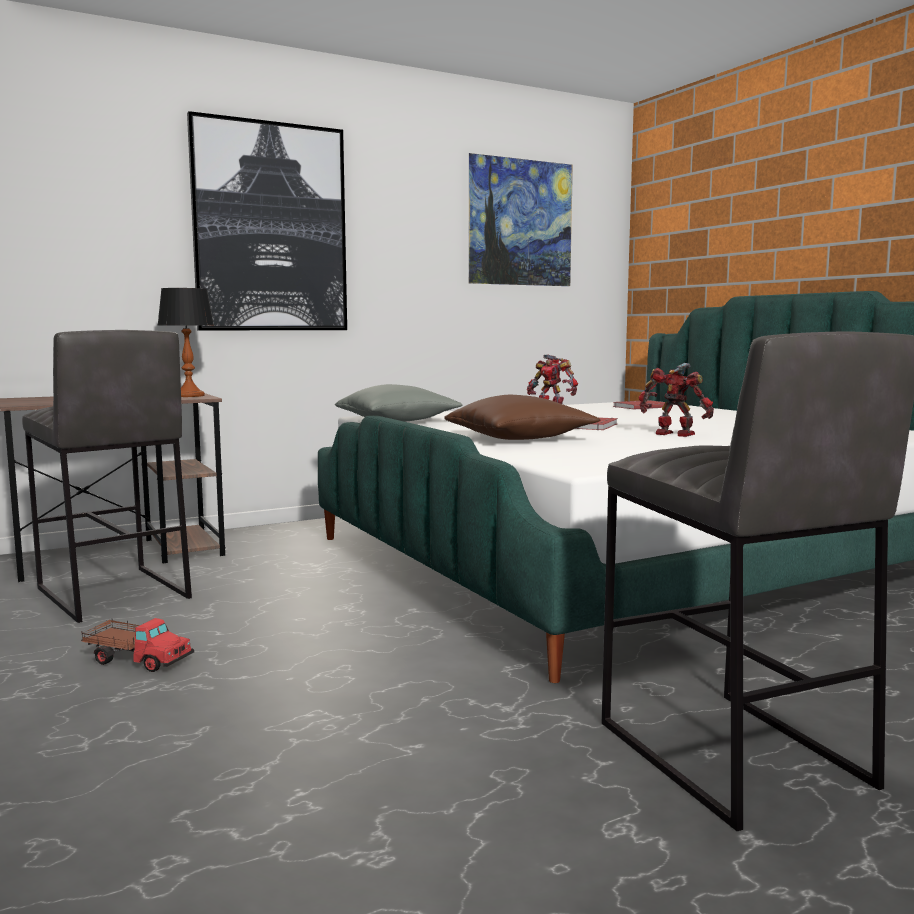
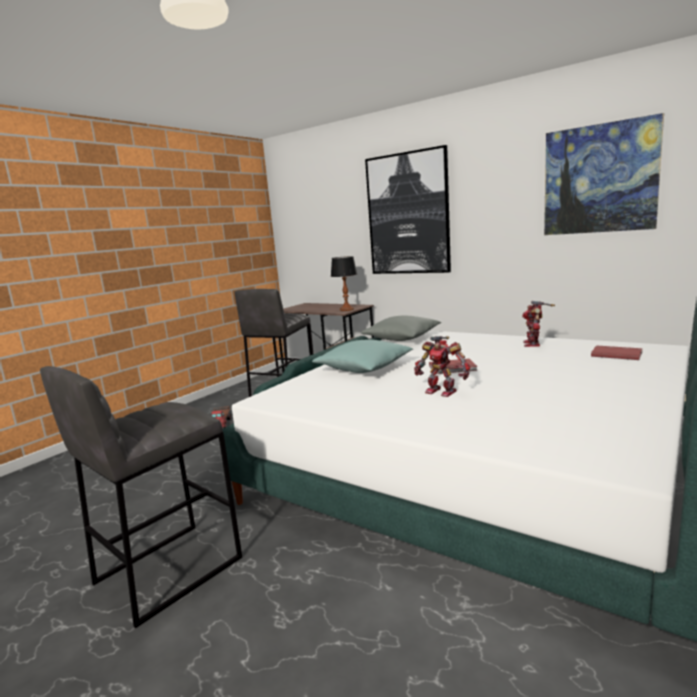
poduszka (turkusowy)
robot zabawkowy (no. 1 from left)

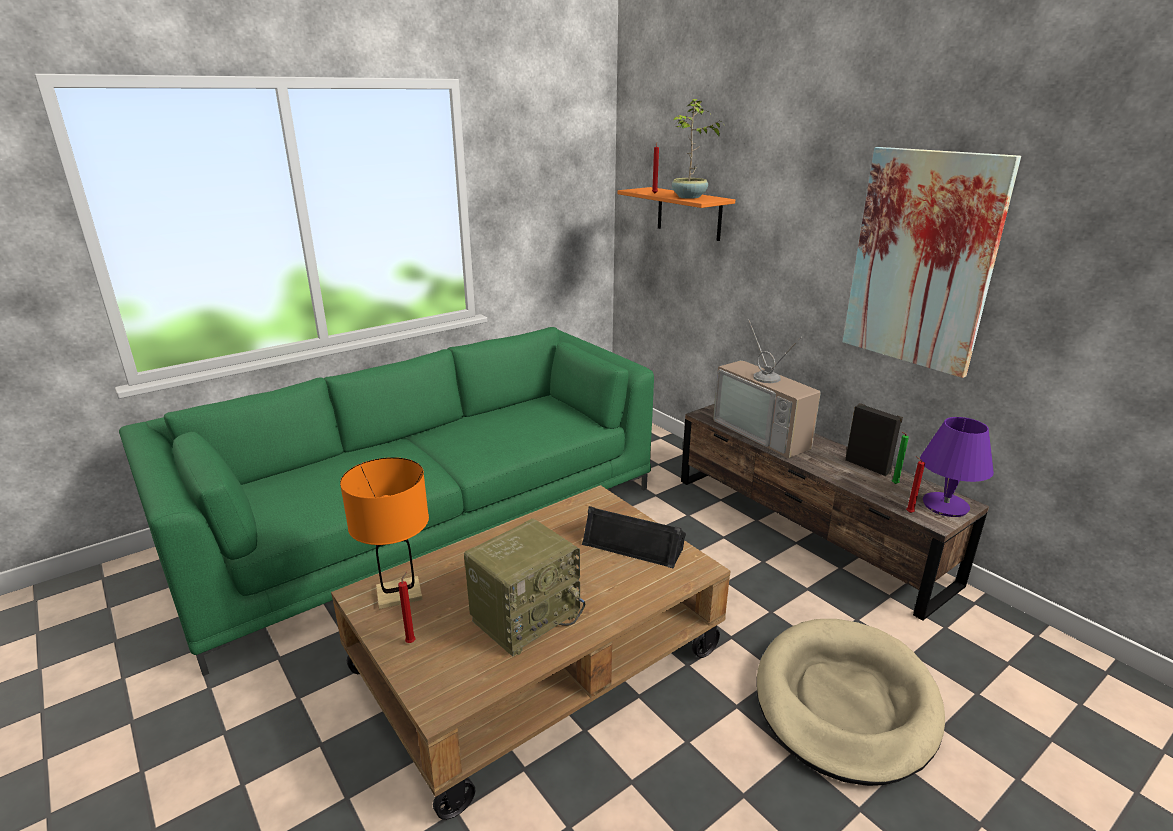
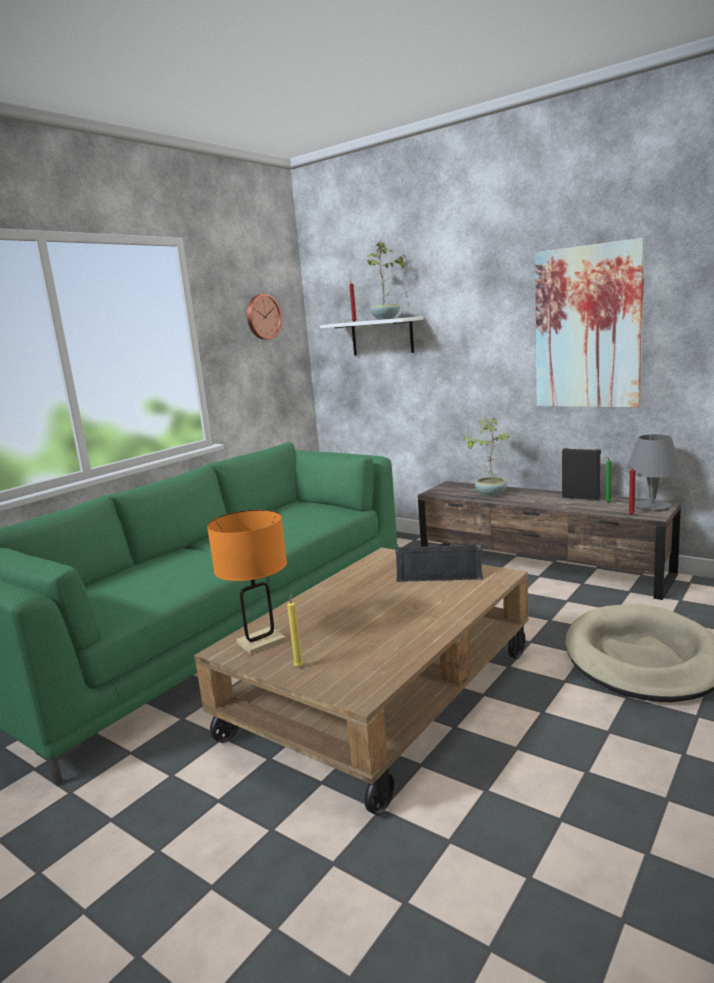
zegar ścienny
świeca (żółty)
półka (biały)
roślina doniczkowa (no. 2 from left)
lampa stołowa (szary)
radio

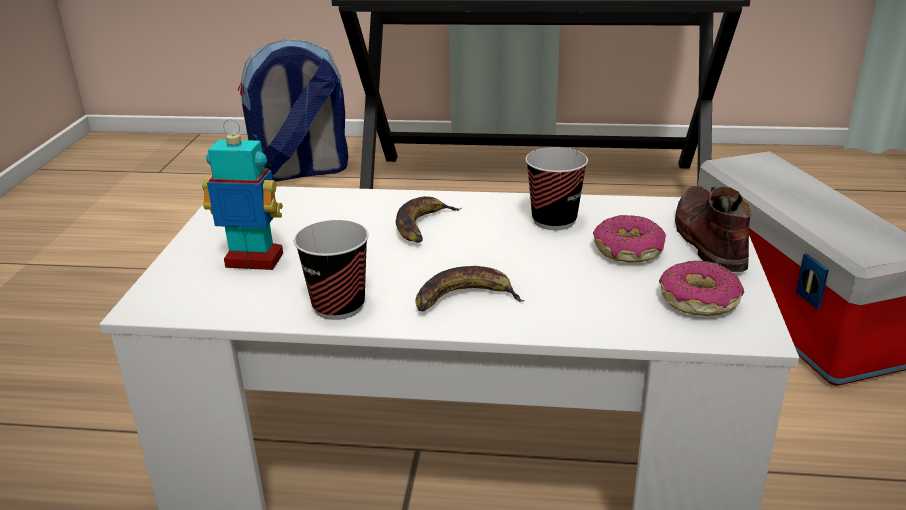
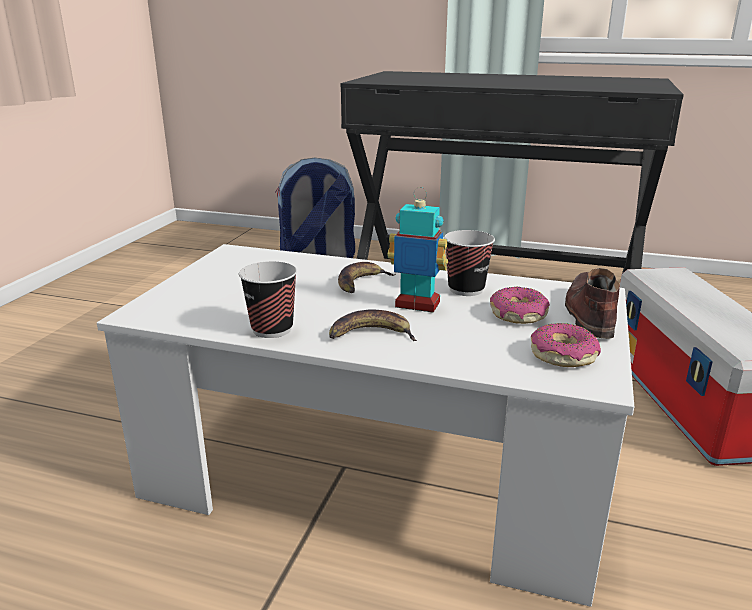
robot zabawkowy

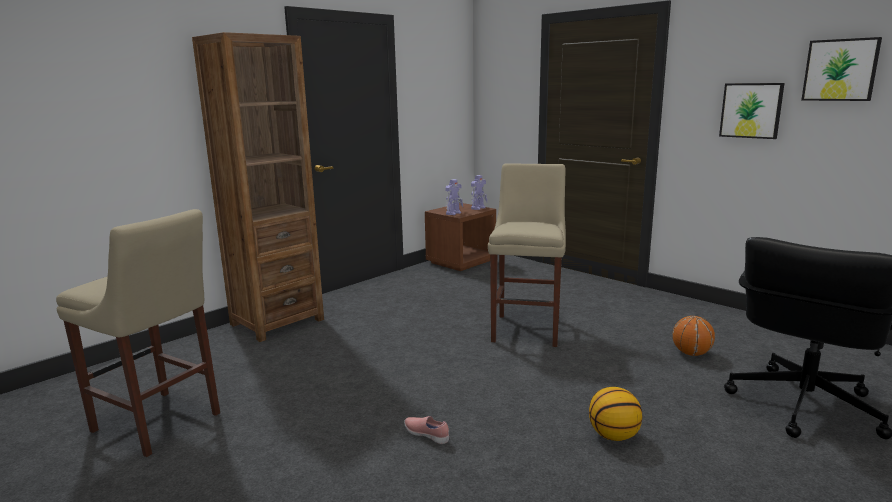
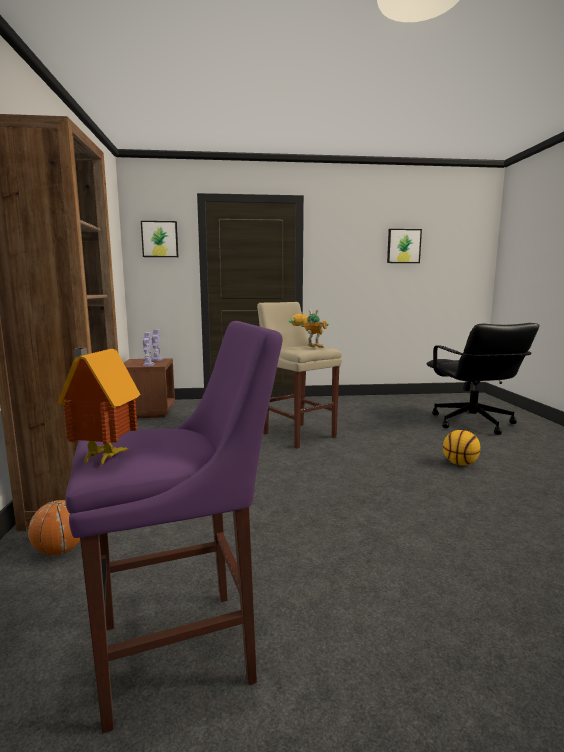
piłka do koszykówki (no. 1 from left)
domek
stołek (fioletowy)
obraz (no. 1 from left)
robot zabawkowy (no. 3 from left)
but (różowy)

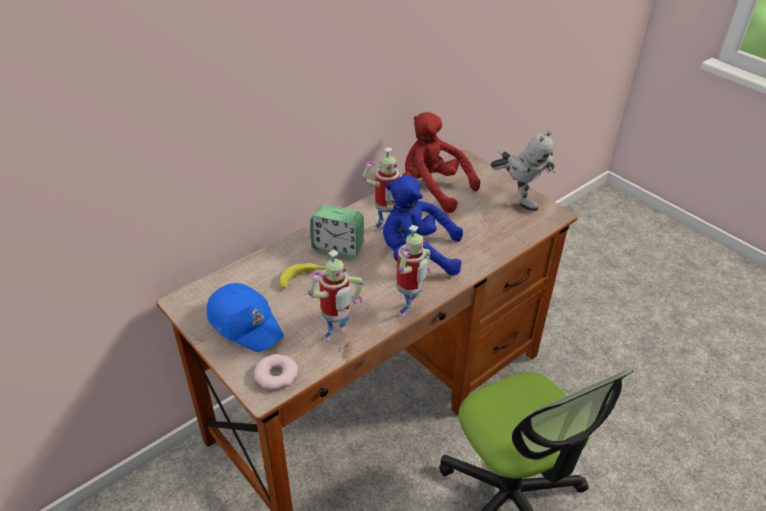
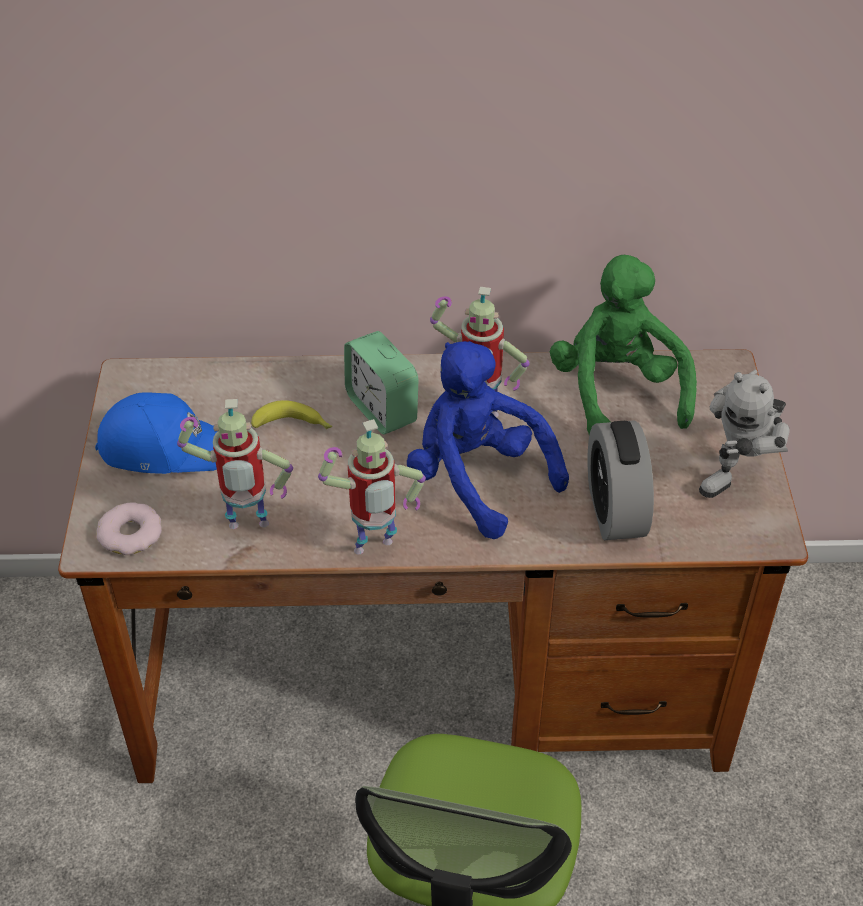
czapka z daszkiem (niebieski)
pluszak (zielony)
budzik (no. 2 from left)
robot zabawkowy (no. 4 from left)

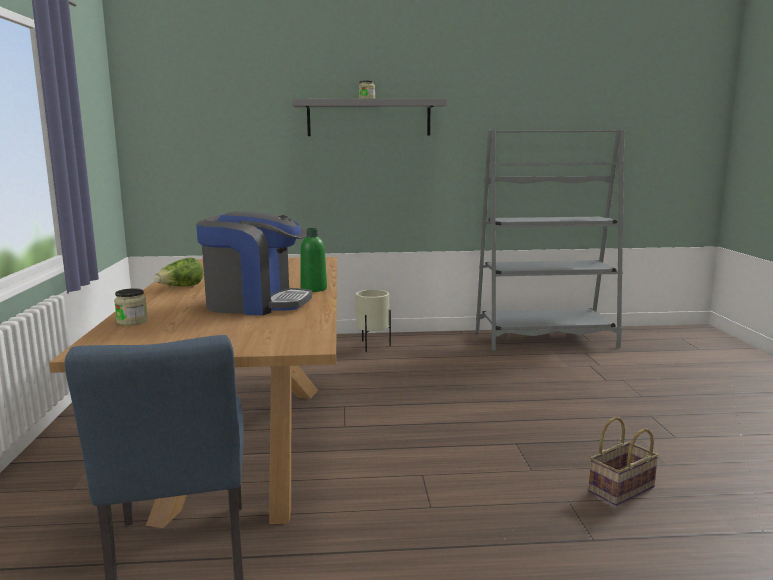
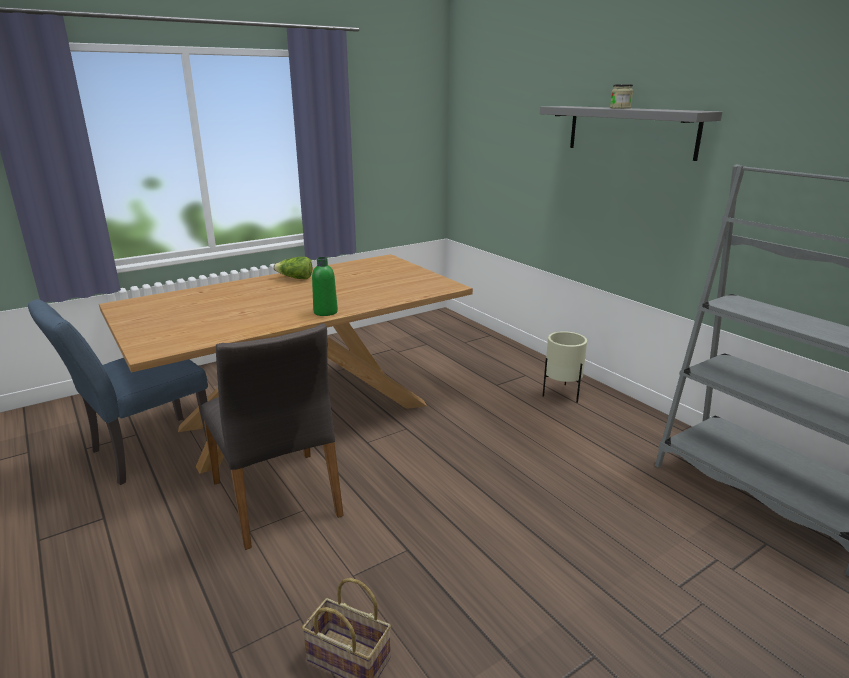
krzesło (szary)
słoik (no. 1 from left in the first image)
ekspres do kawy

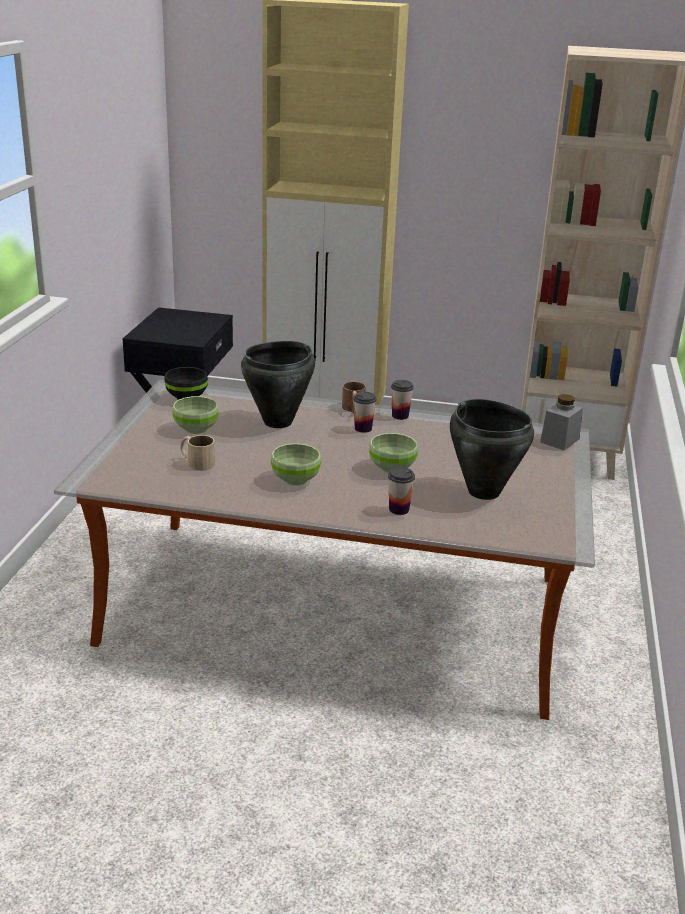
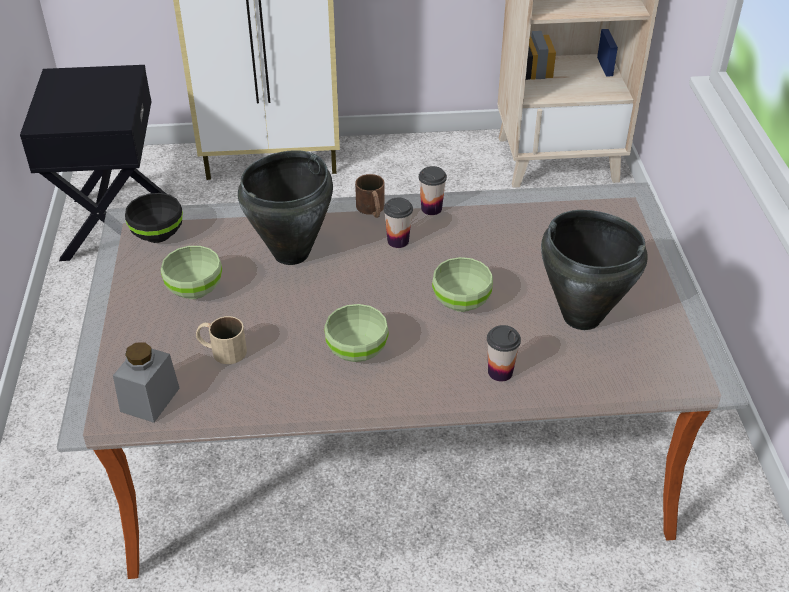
słoik (szary)

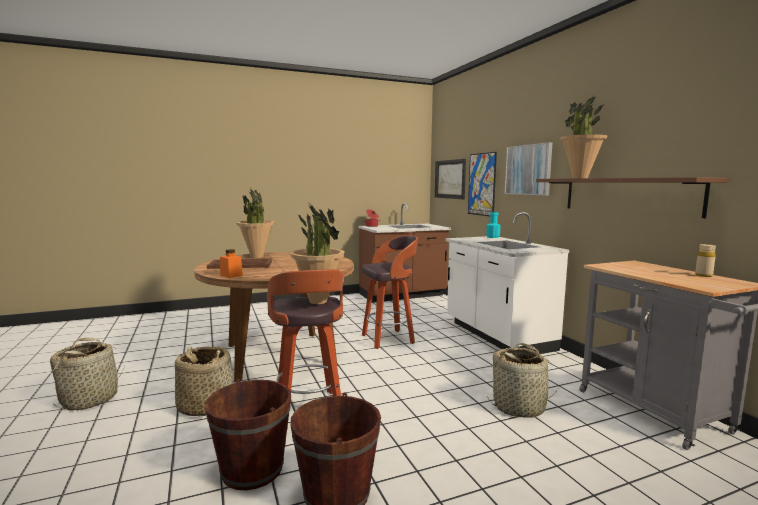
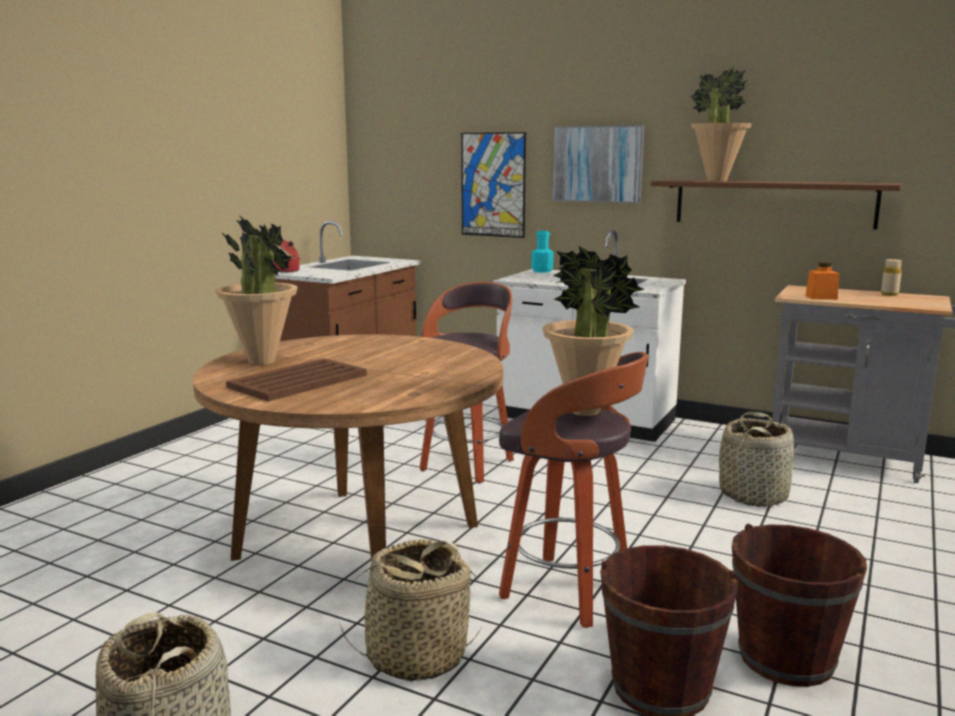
słoik (pomarańczowy)
obraz (no. 1 from left in the first image)

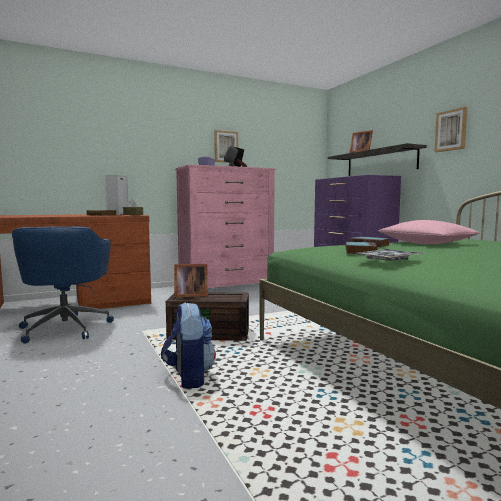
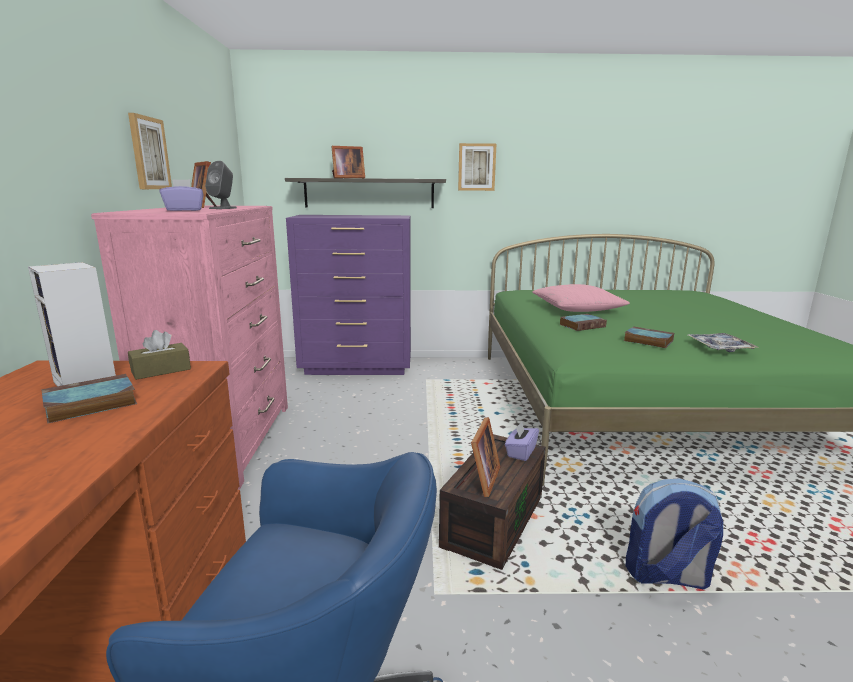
pudełko chusteczek (fioletowy) (no. 2 from left)

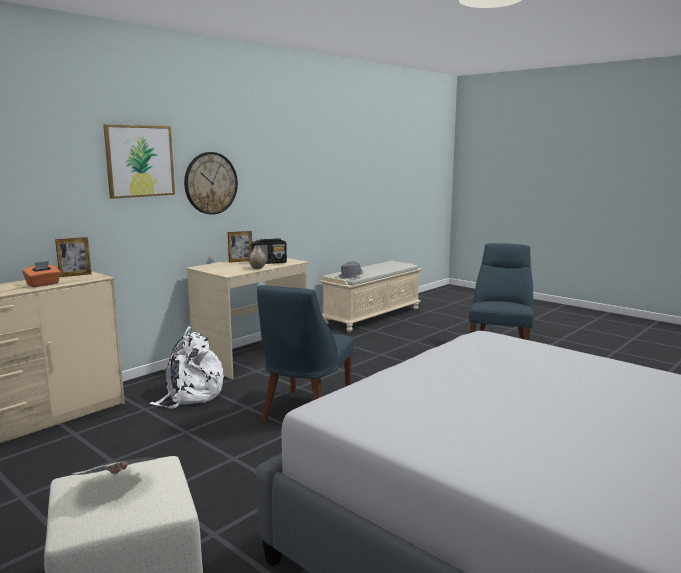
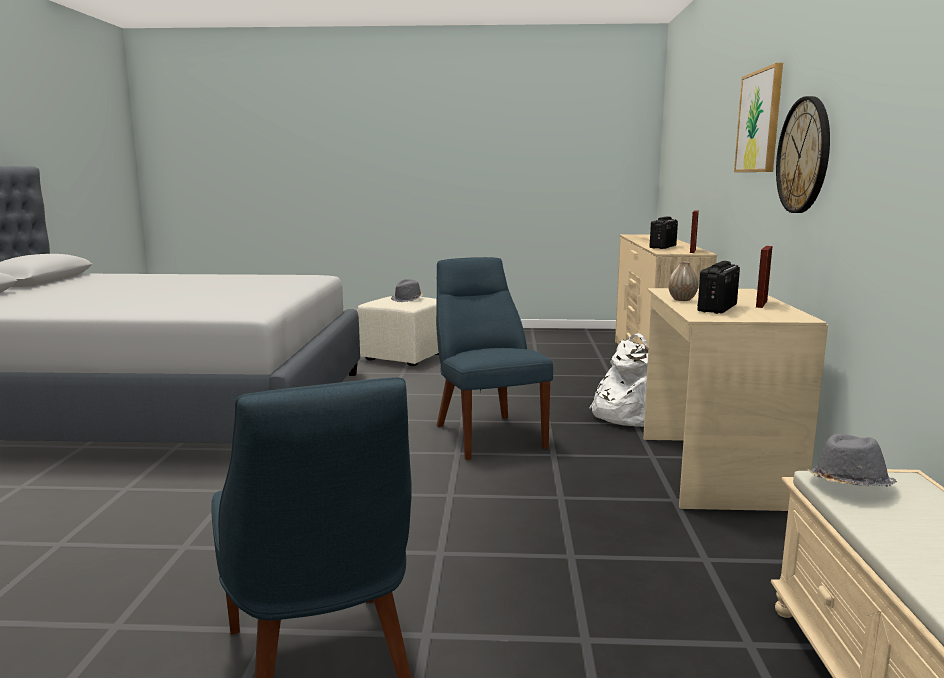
kapelusz (szary) (no. 1 from left)
radio (no. 1 from left)

